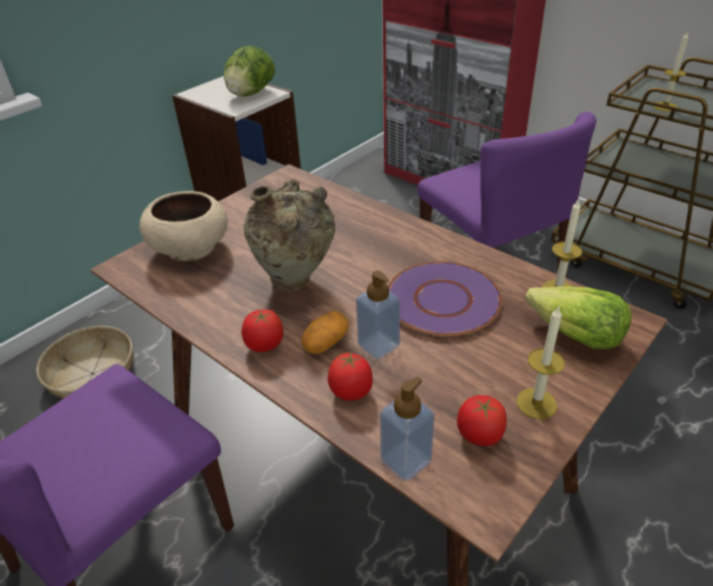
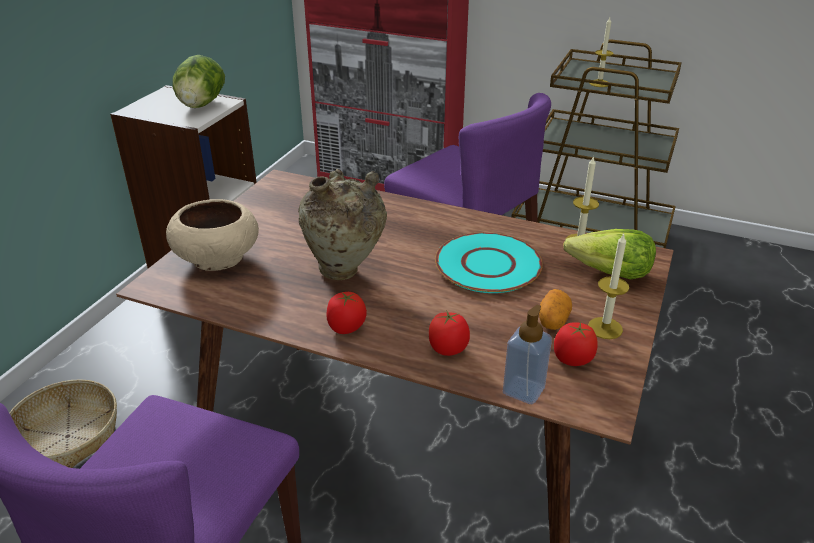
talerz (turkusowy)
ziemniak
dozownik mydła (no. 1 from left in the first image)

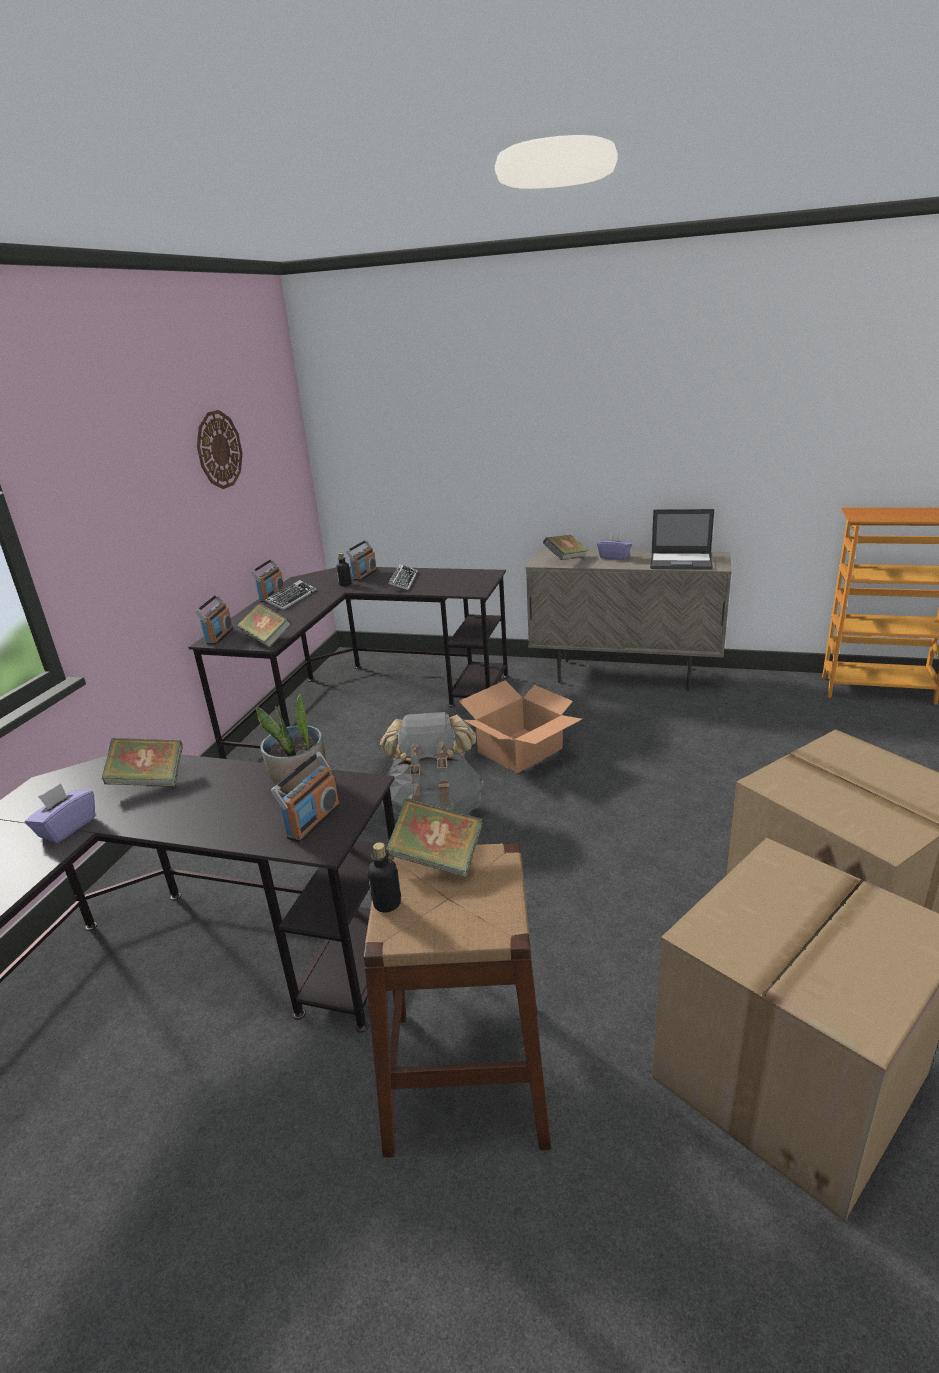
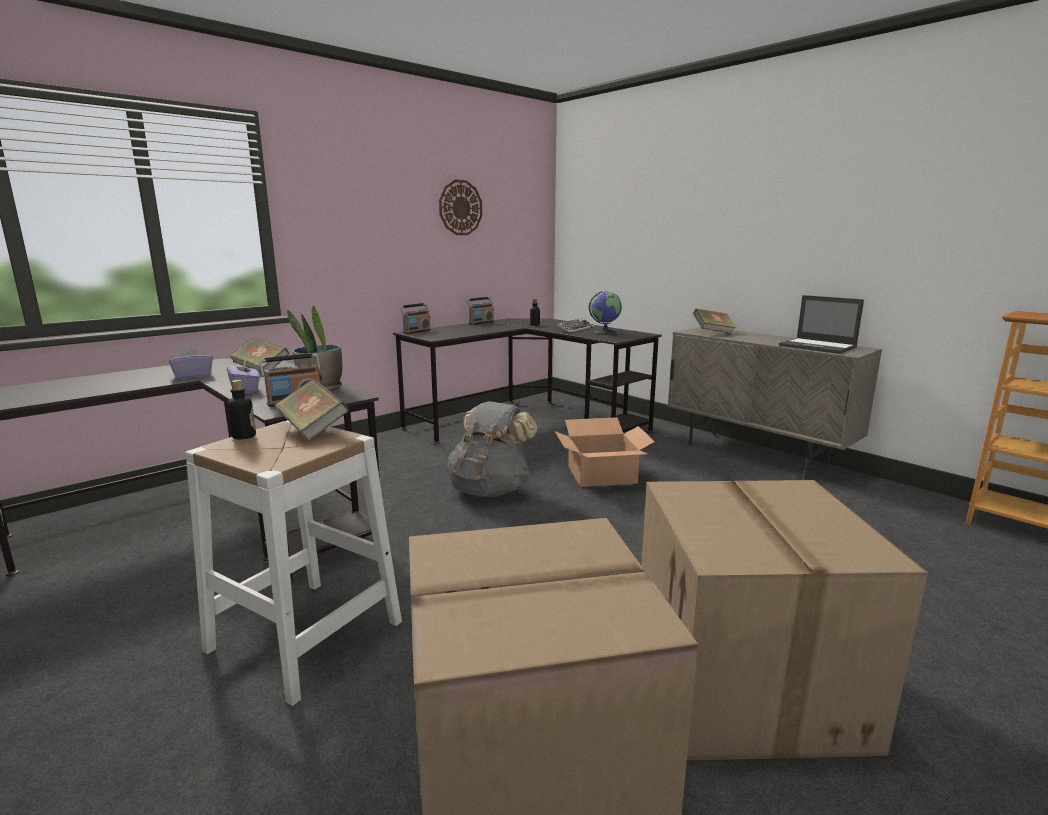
stołek (biały)
pudełko chusteczek (fioletowy) (no. 2 from left)
globus
książka (no. 2 from left in the first image)
klawiatura (no. 1 from left in the first image)
radio (no. 4 from left in the first image)

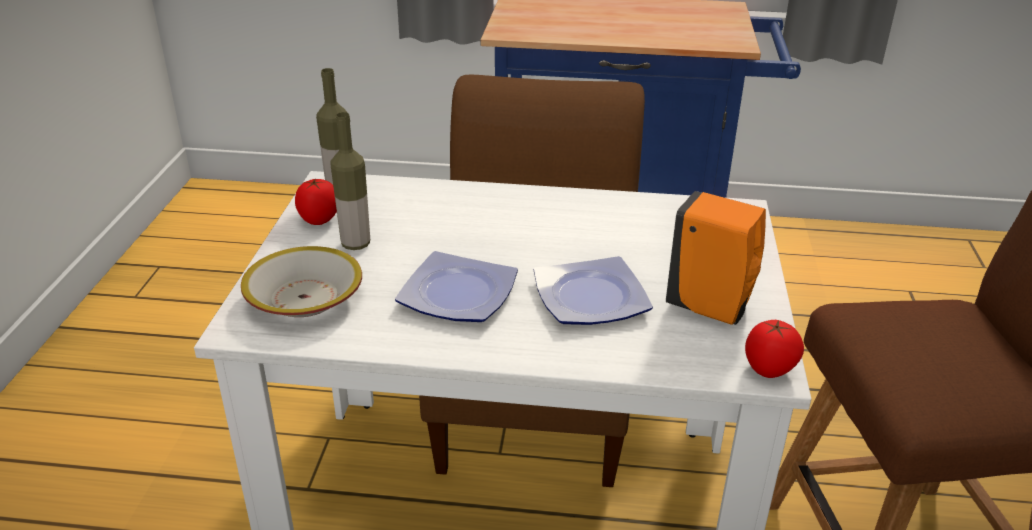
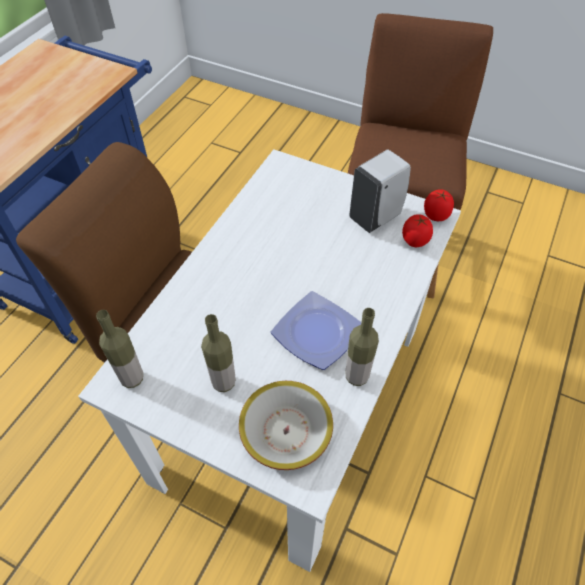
butelka (no. 3 from left)
dozownik mydła (biały)
pomidor (no. 1 from left)
talerz (no. 2 from left in the first image)

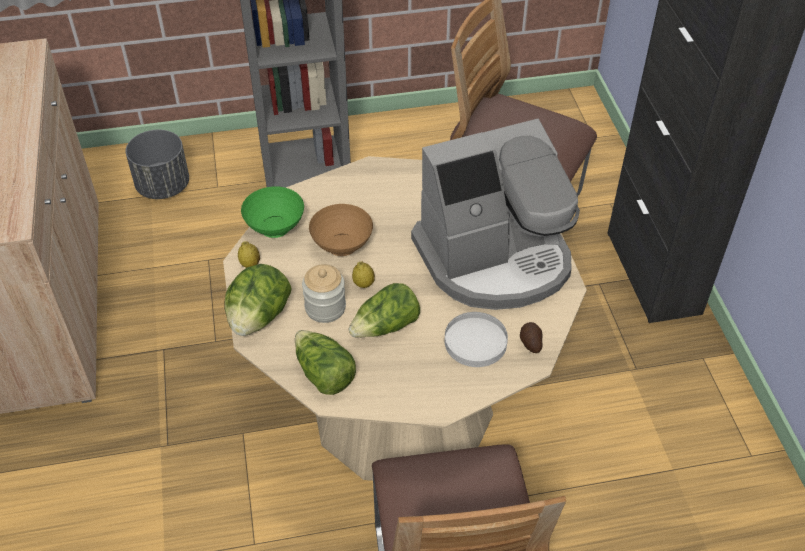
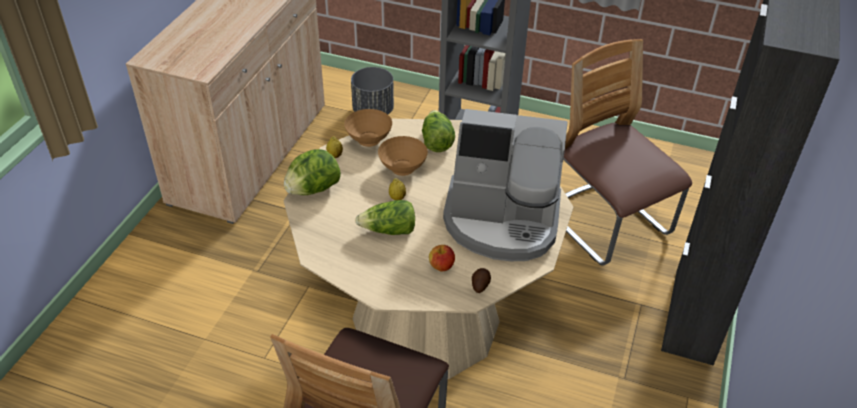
miska (brązowy) (no. 1 from left)
sałata (no. 3 from left)
jabłko
słoik

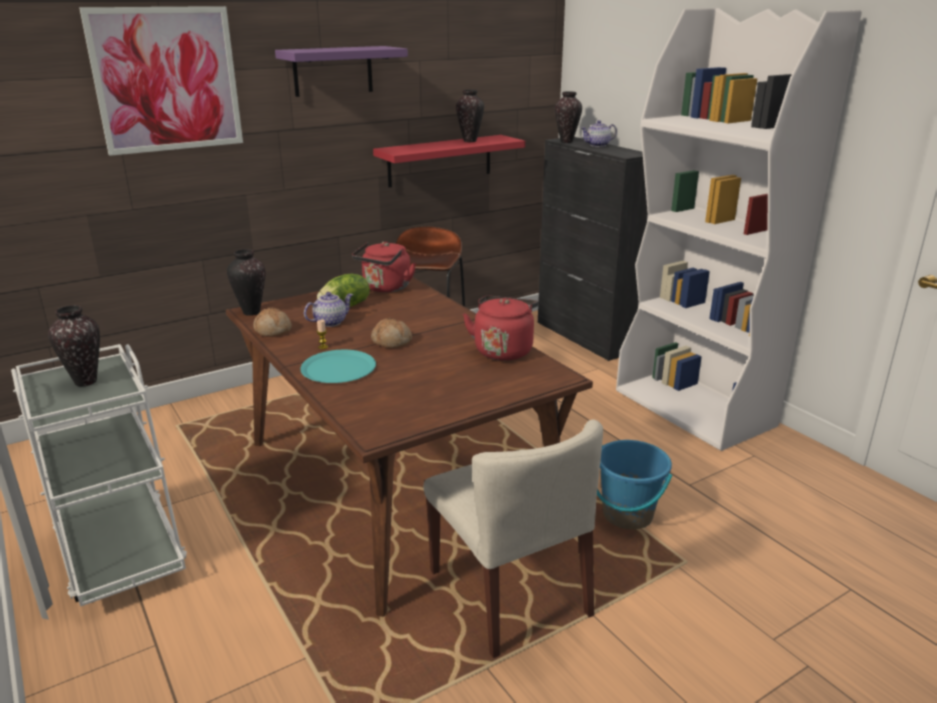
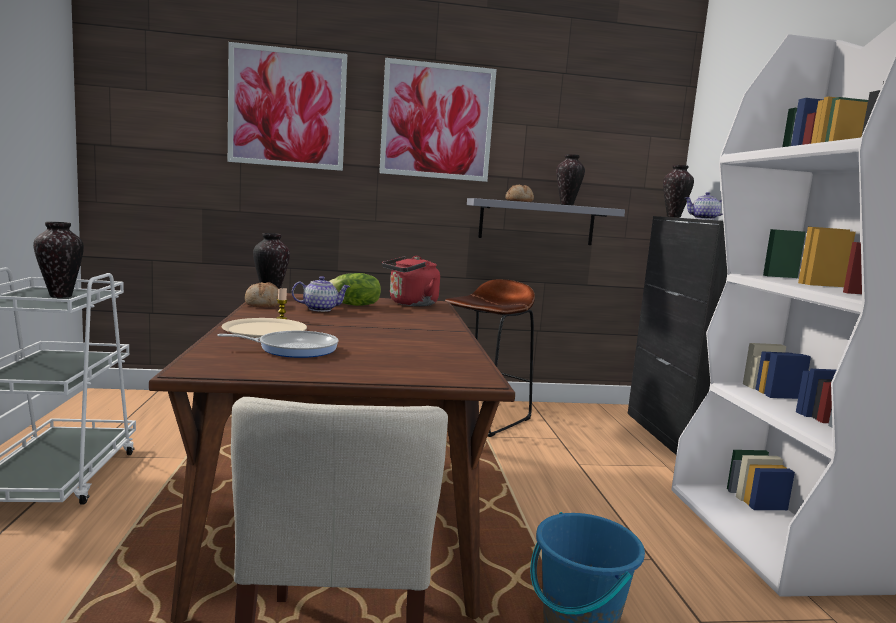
patelnia
talerz (beżowy)
obraz (no. 2 from left)
półka (szary)
chleb (no. 2 from left)
czajnik (czerwony) (no. 2 from left in the first image)

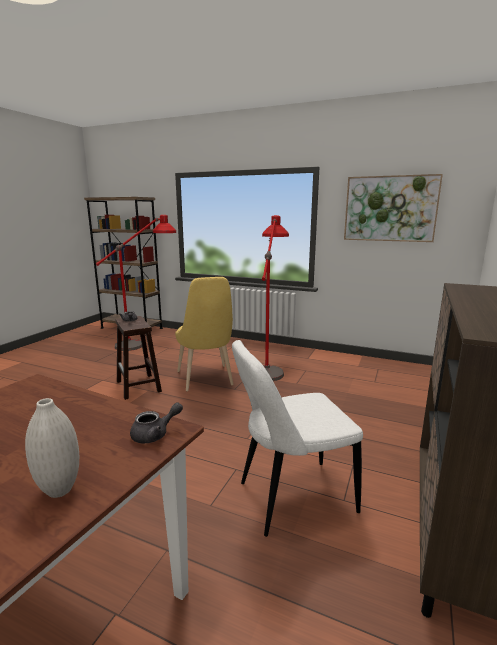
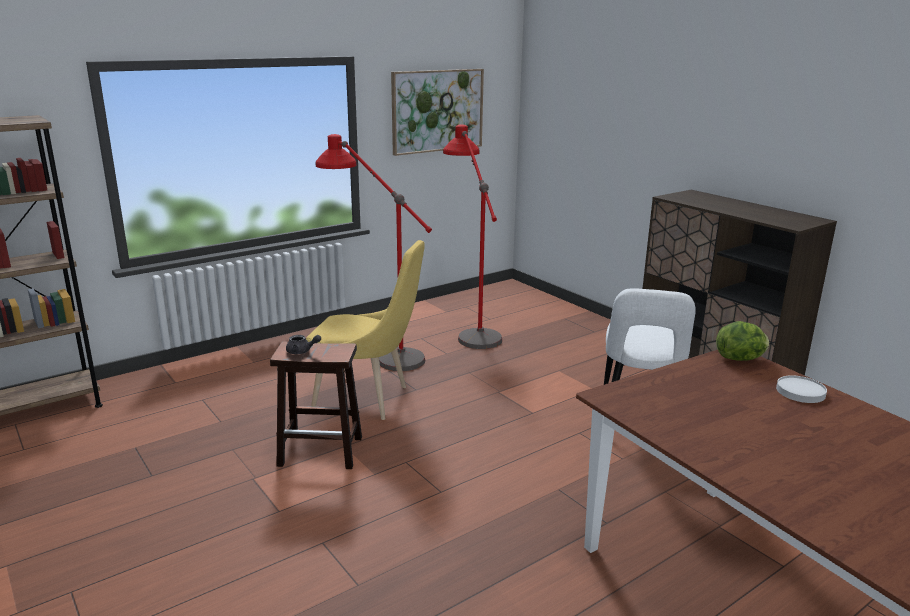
lampa stojąca (czerwony) (no. 2 from left)
sałata
talerz (biały)

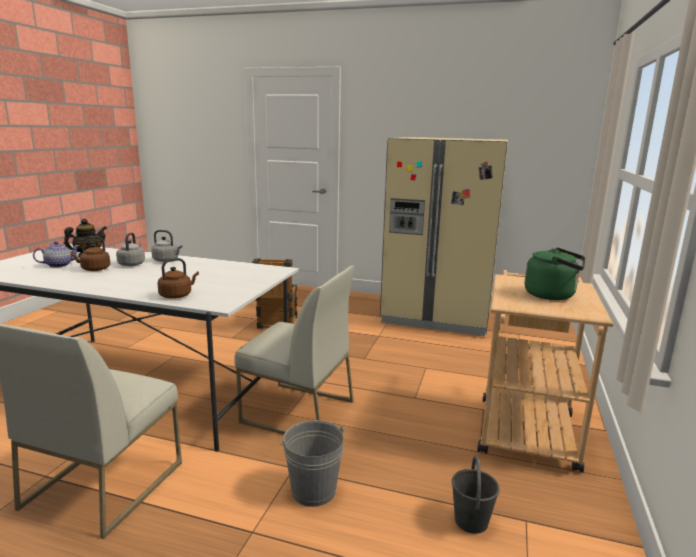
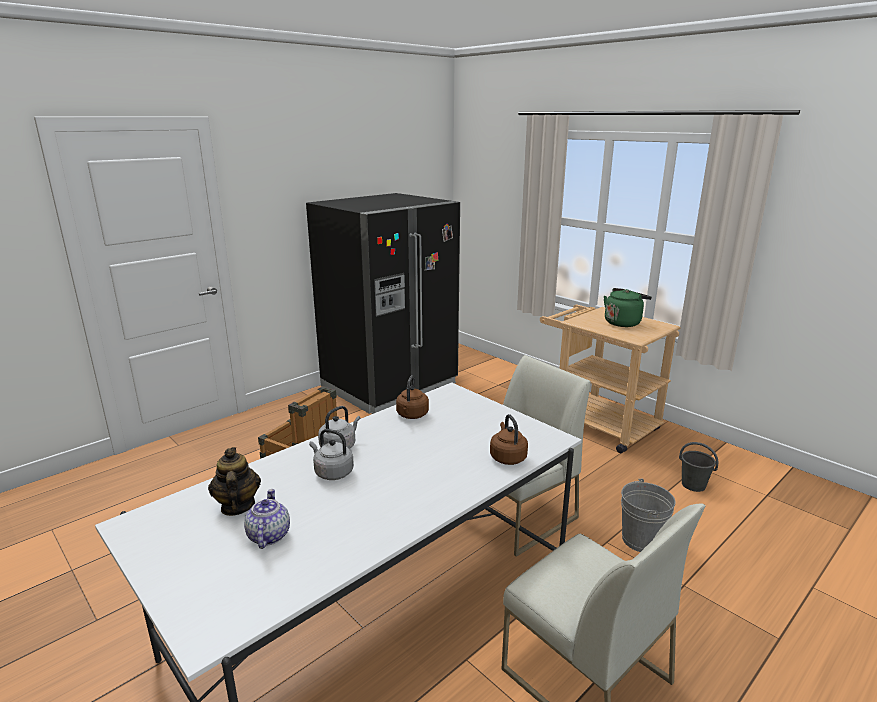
lodówka (czarny)
czajnik (brązowy) (no. 1 from left)

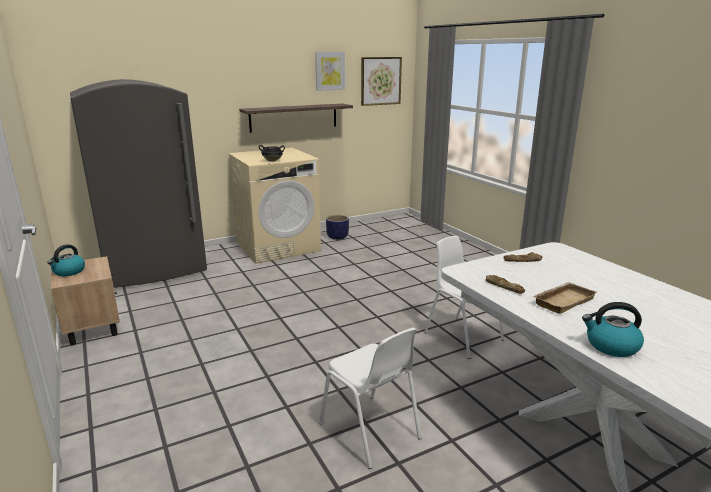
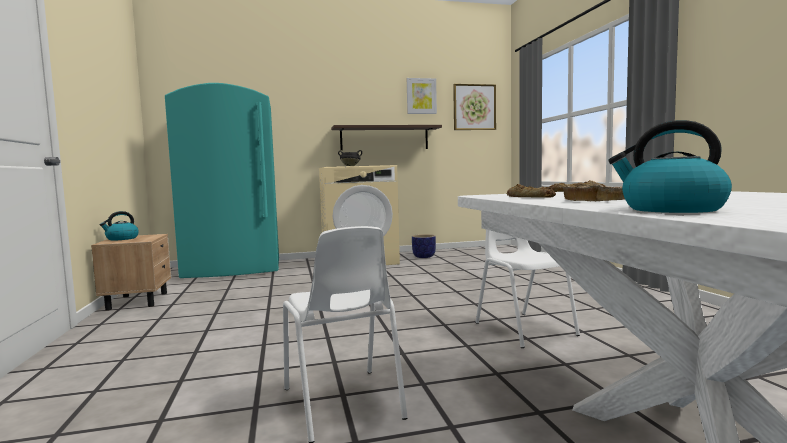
lodówka (turkusowy)

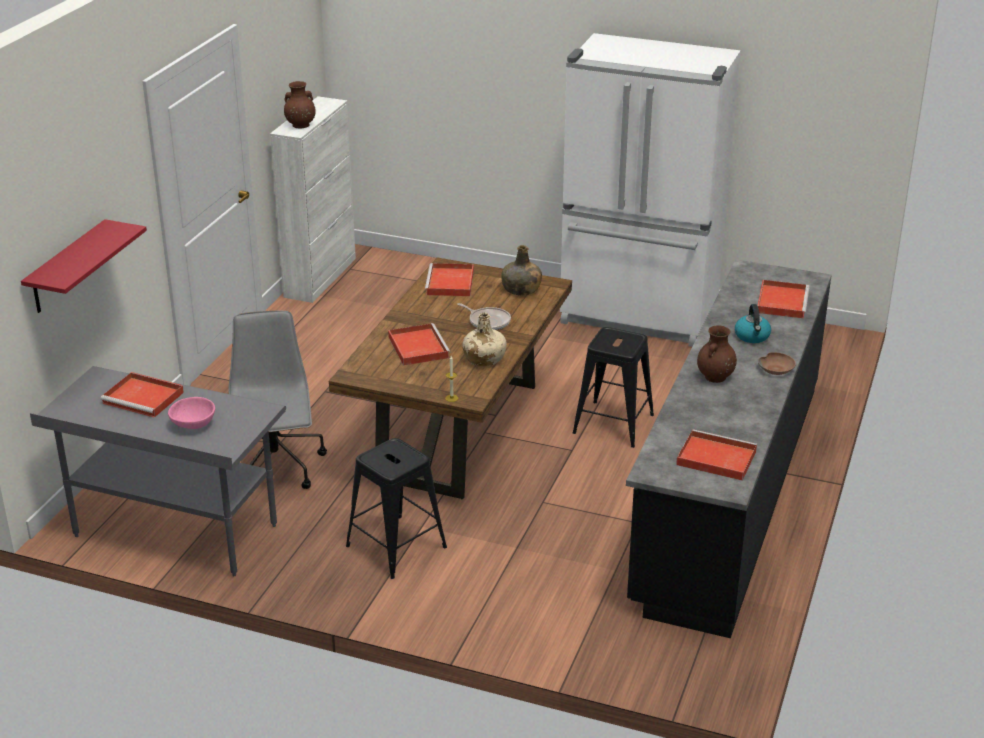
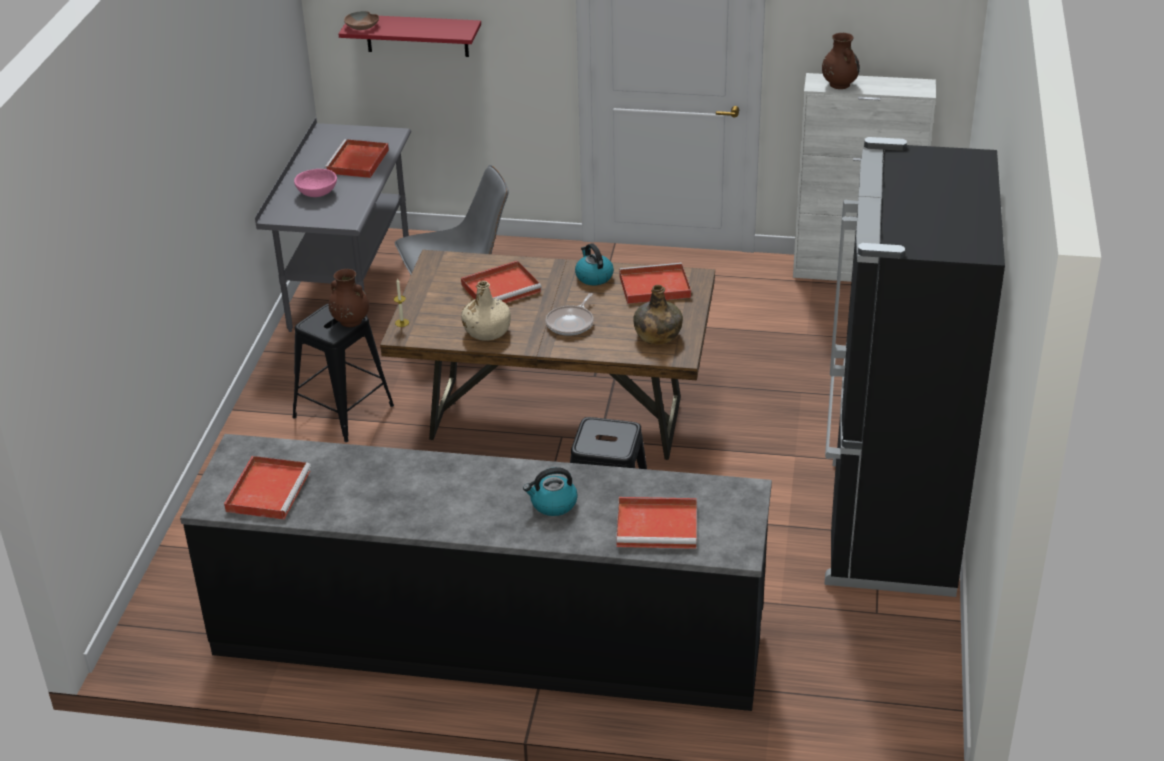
wazon (brązowy) (no. 1 from left)
miska (brązowy)
czajnik (no. 2 from left)
lodówka (czarny)

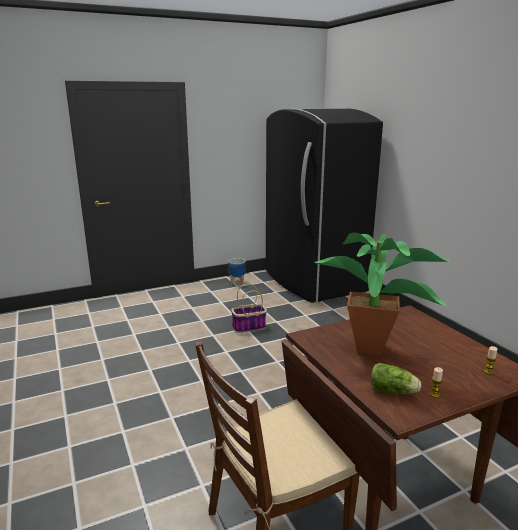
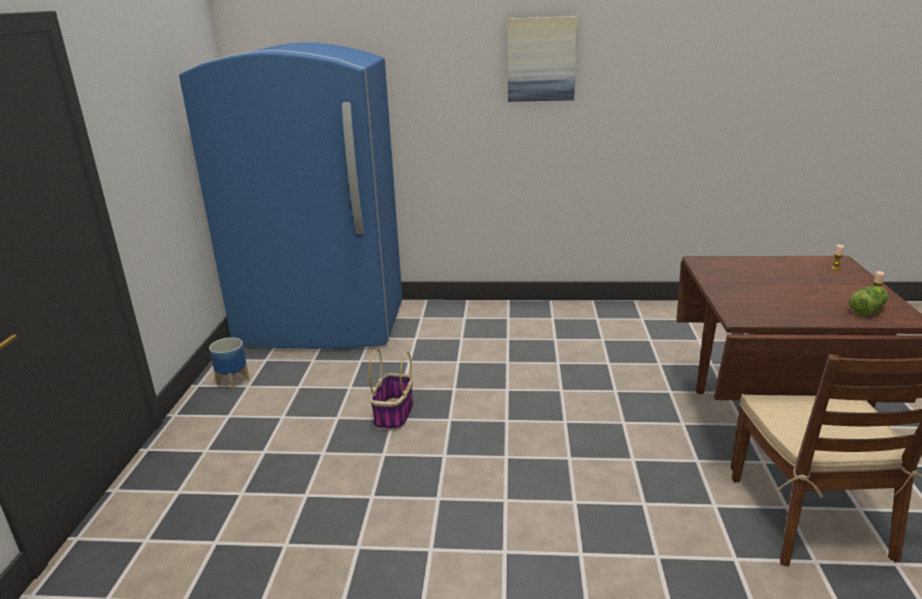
lodówka (niebieski)
obraz
roślina doniczkowa

